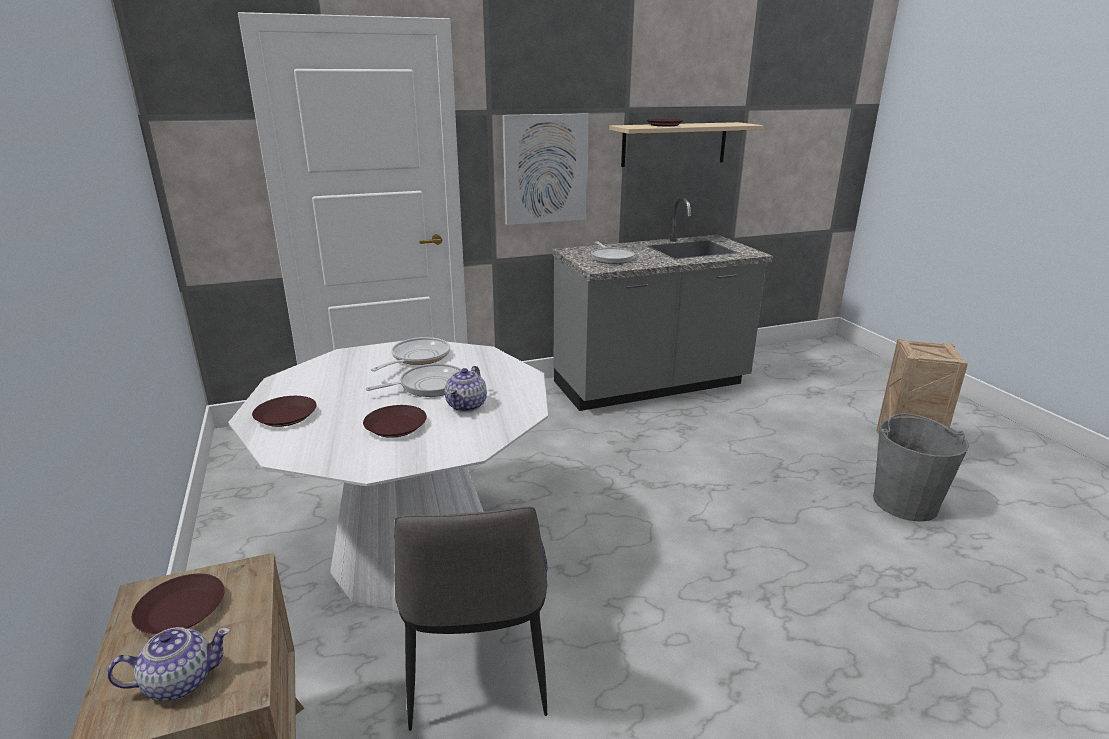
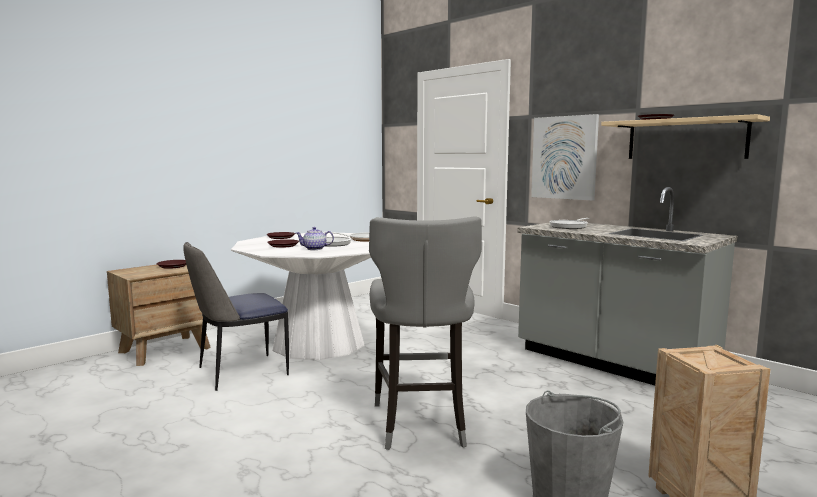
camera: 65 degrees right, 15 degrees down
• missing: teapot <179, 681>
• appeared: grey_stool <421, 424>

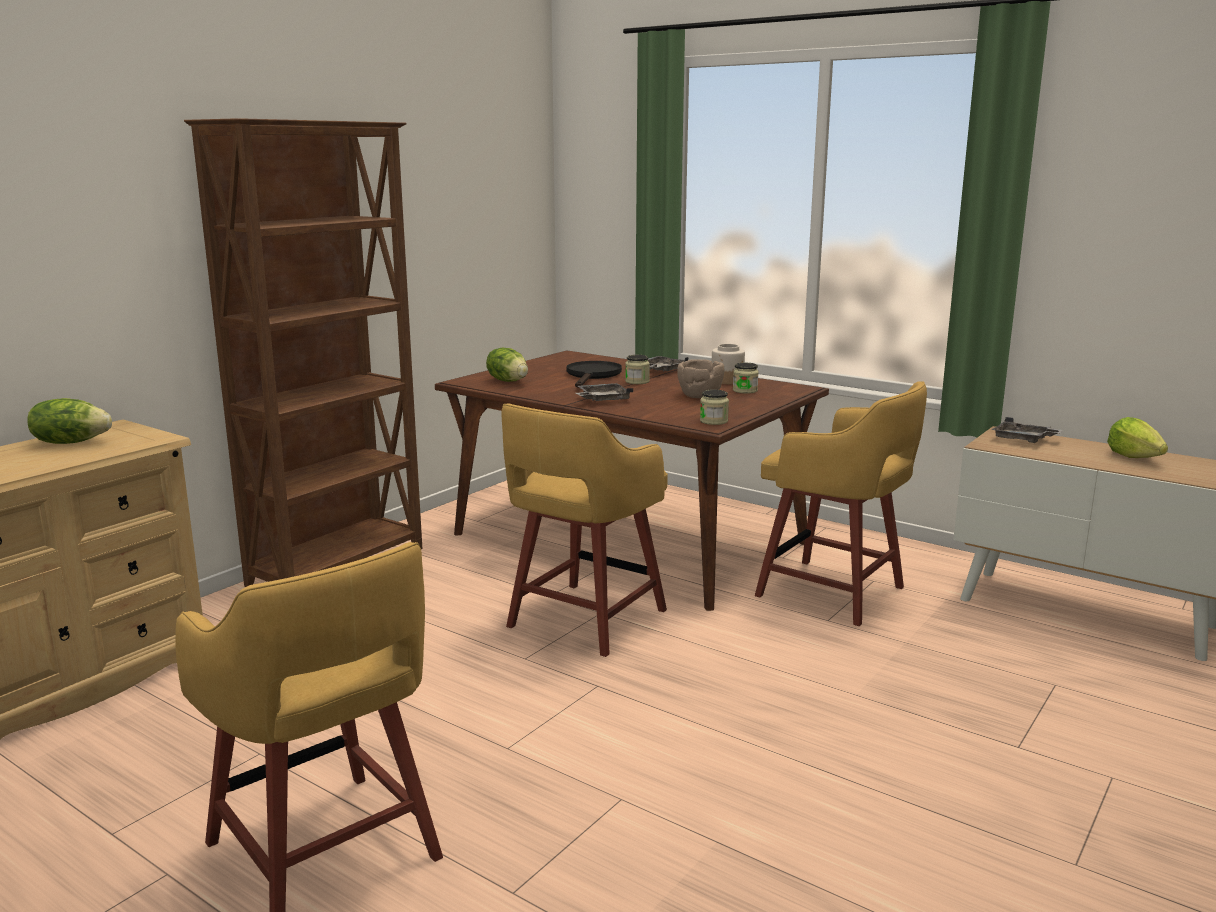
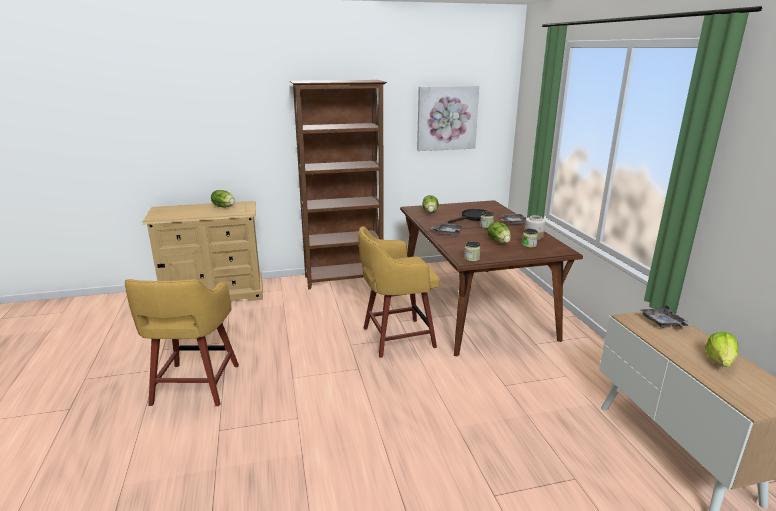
camera: 40 degrees right, 5 degrees up
• exchanged: brown_bowl <700, 395> to lettuce <499, 242>
• missing: yellow_stool <834, 593>
• appeared: picture <447, 118>

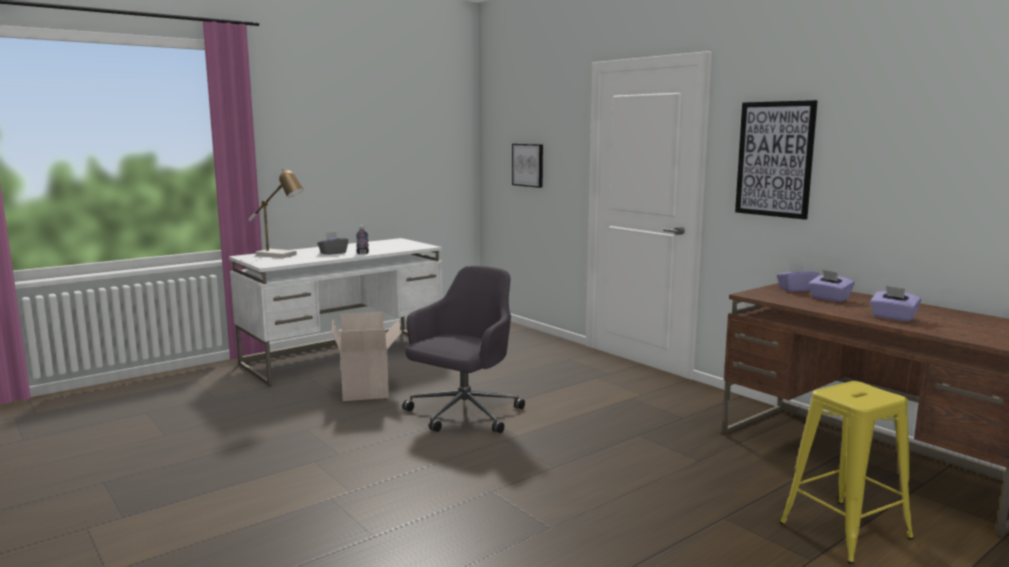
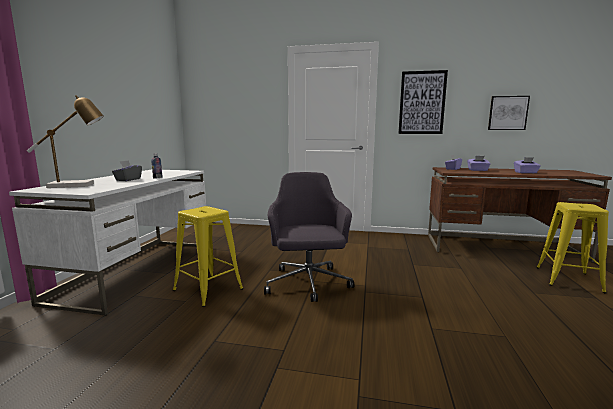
camera: 40 degrees left, 0 degrees up
• exchanged: cardboard_box <367, 390> to yellow_stool <208, 290>
• relocated: picture <528, 165> to <507, 113>

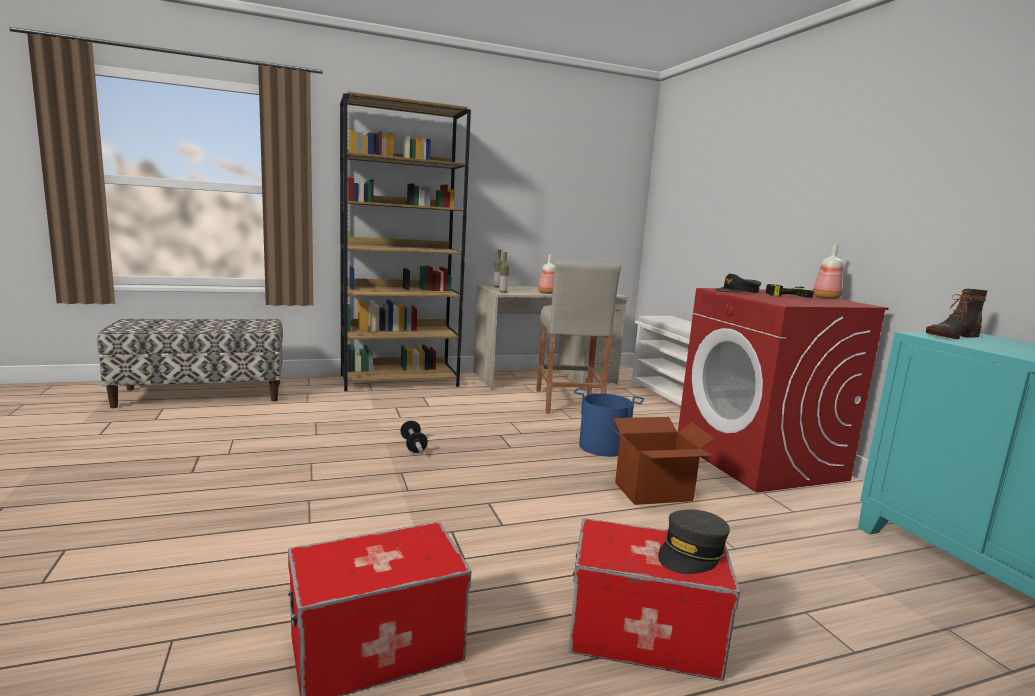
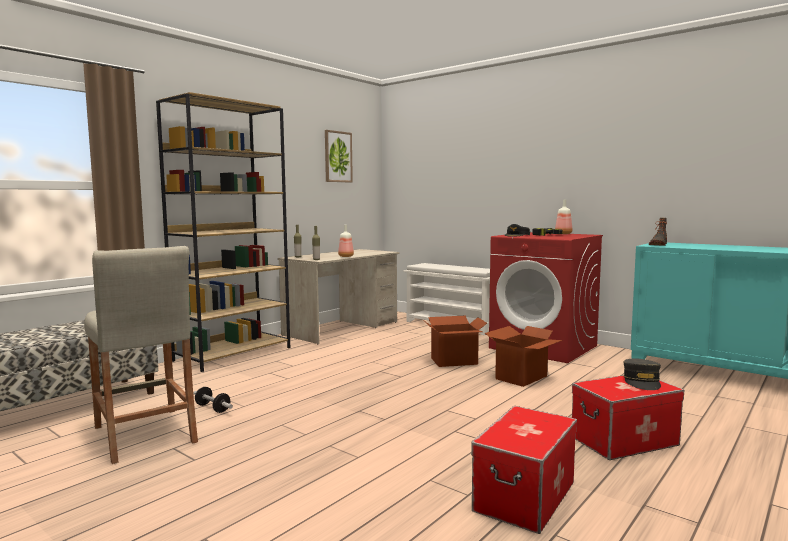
camera: 30 degrees left, 5 degrees down
• relocated: dumbbell <413, 446> to <212, 408>
• relocated: beige_stool <568, 402> to <145, 434>
• exchanged: blue_bucket <603, 447> to cardboard_box <454, 361>
• appeared: picture <337, 157>

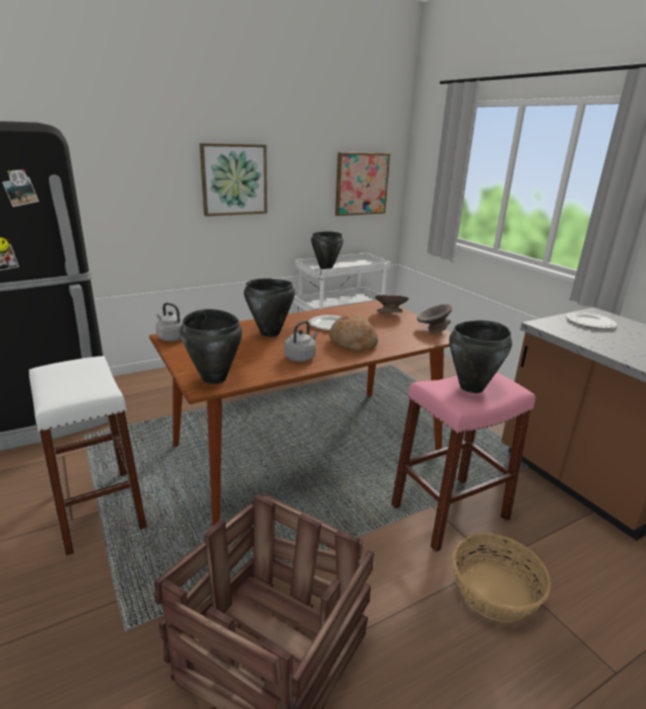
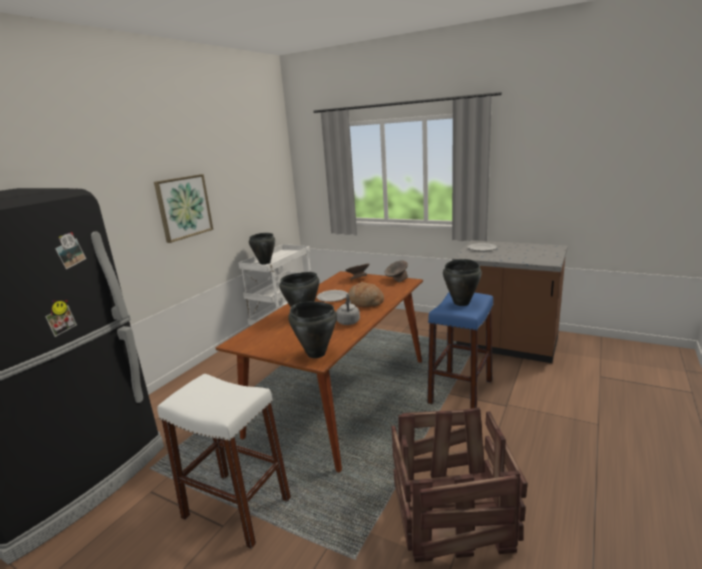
camera: 30 degrees left, 5 degrees down
• missing: grey_kettle <171, 337>
• missing: picture <361, 184>
• colour: pink_stool <449, 512> to blue_stool <460, 392>
• missing: basket <495, 592>

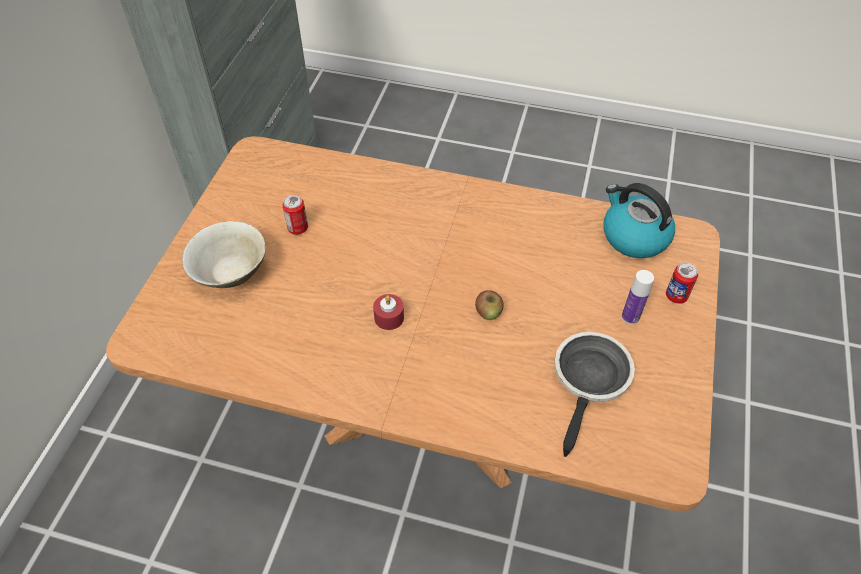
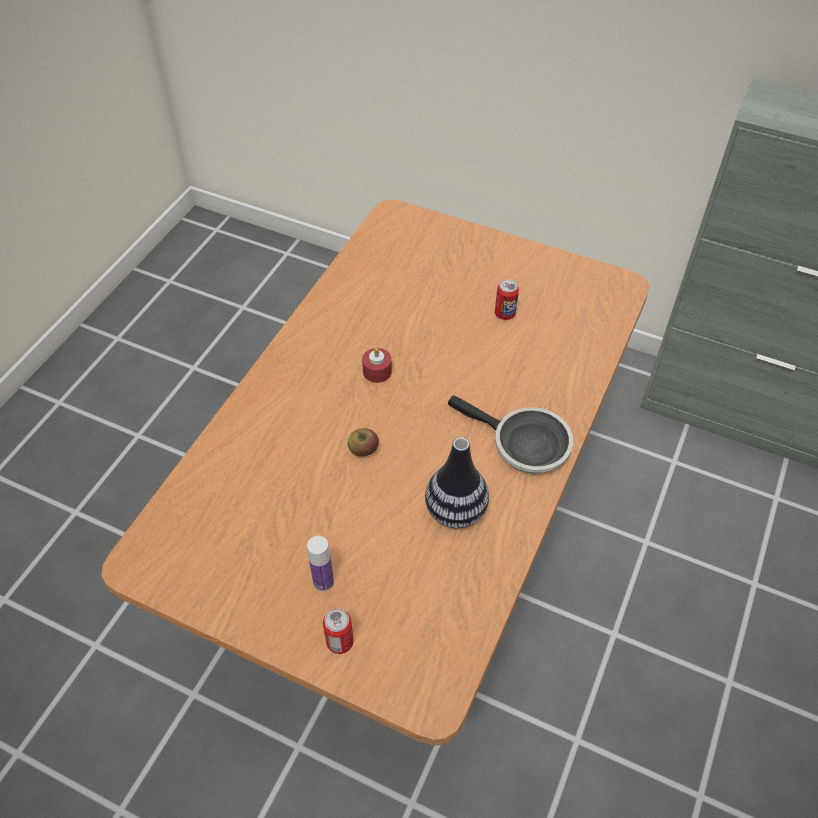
camera: 100 degrees right, 0 degrees up
• missing: beige_bowl <230, 272>
• relocated: frying_pan <590, 380> to <524, 445>
• missing: kettle <633, 236>
• appeared: vase <455, 511>

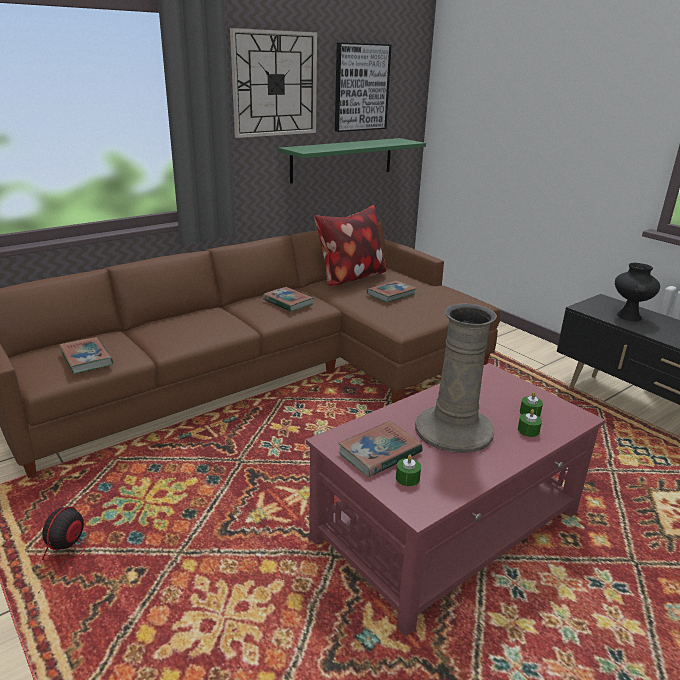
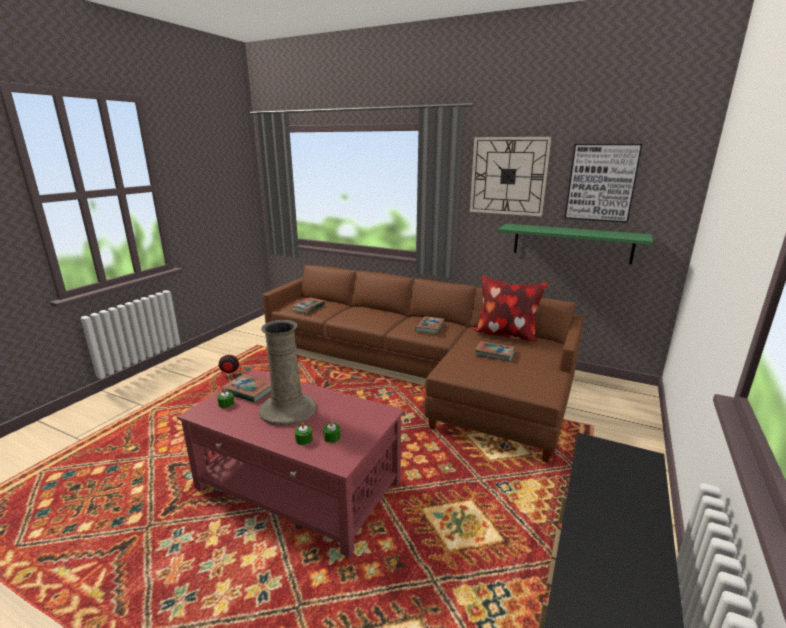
camera: 65 degrees right, 5 degrees down
• missing: black_vase <628, 316>

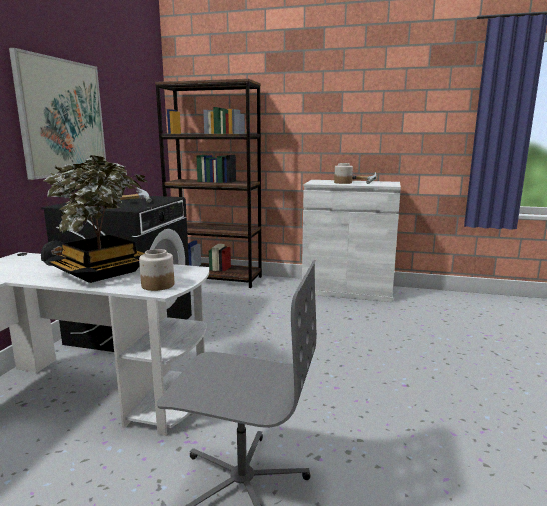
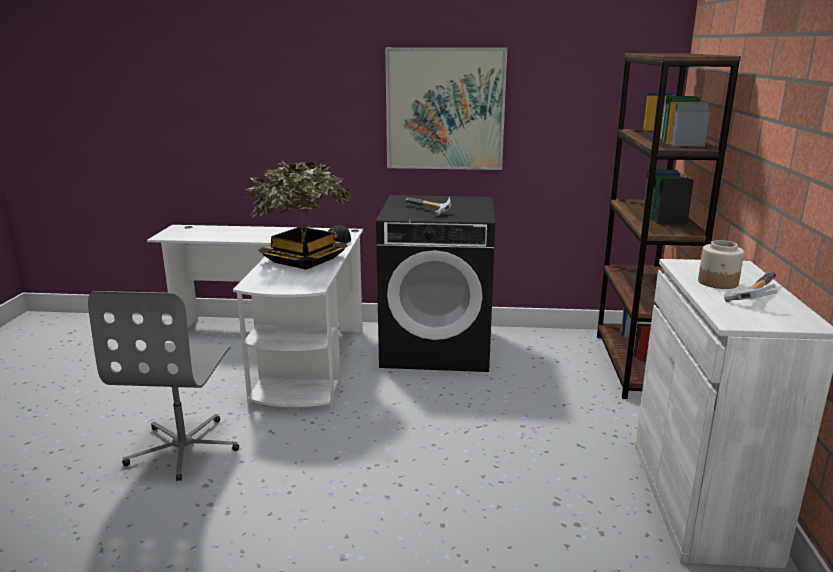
camera: 80 degrees right, 5 degrees up
• missing: jar <157, 285>

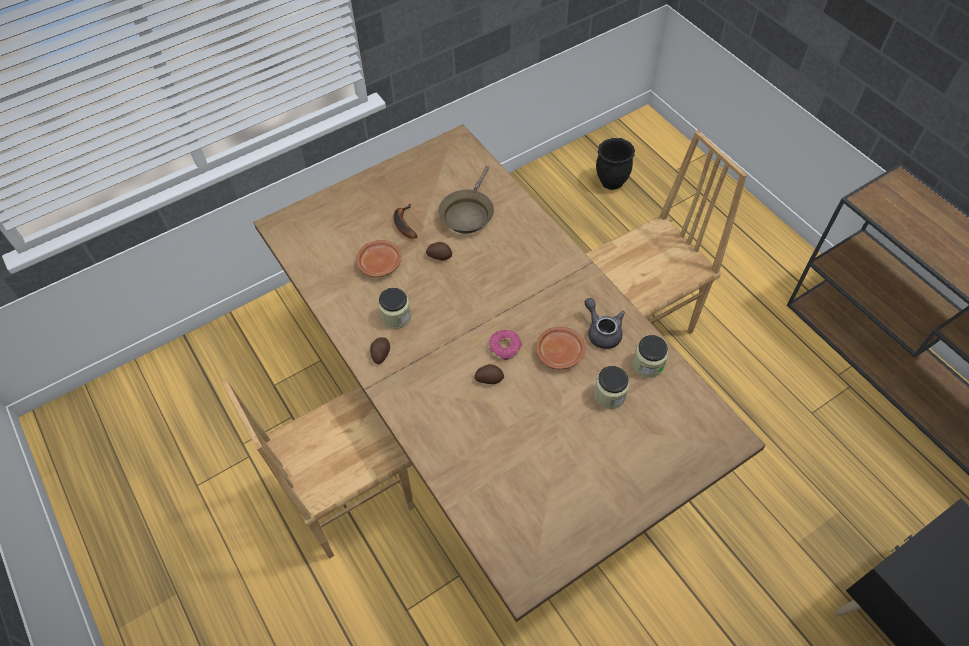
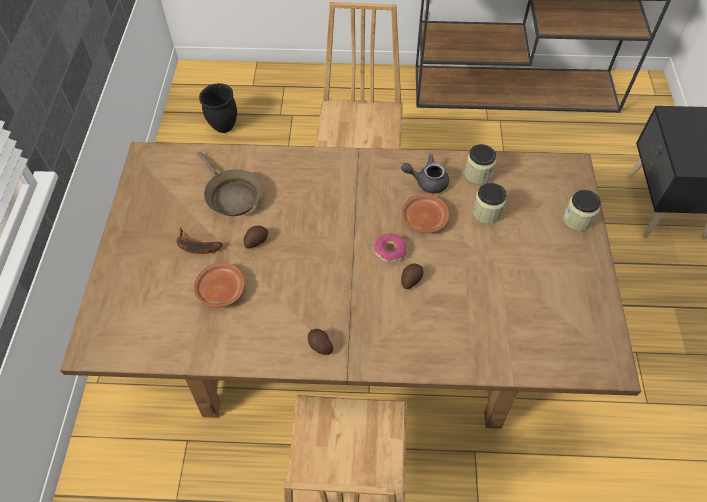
camera: 55 degrees left, 0 degrees up
• relocated: jar <396, 317> to <577, 219>

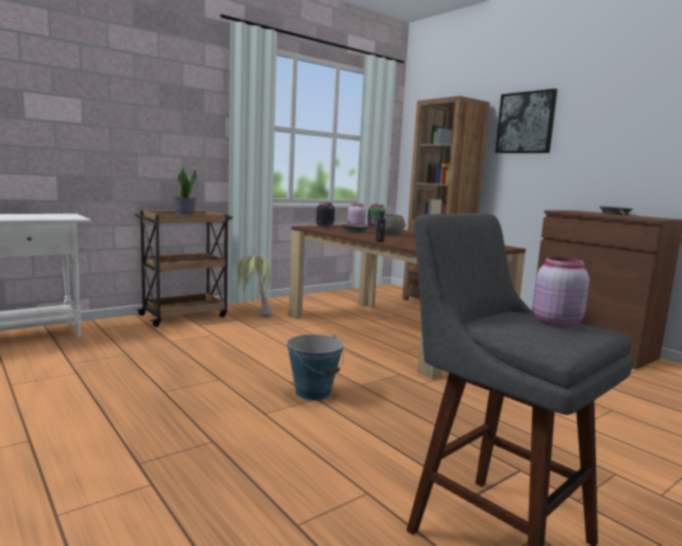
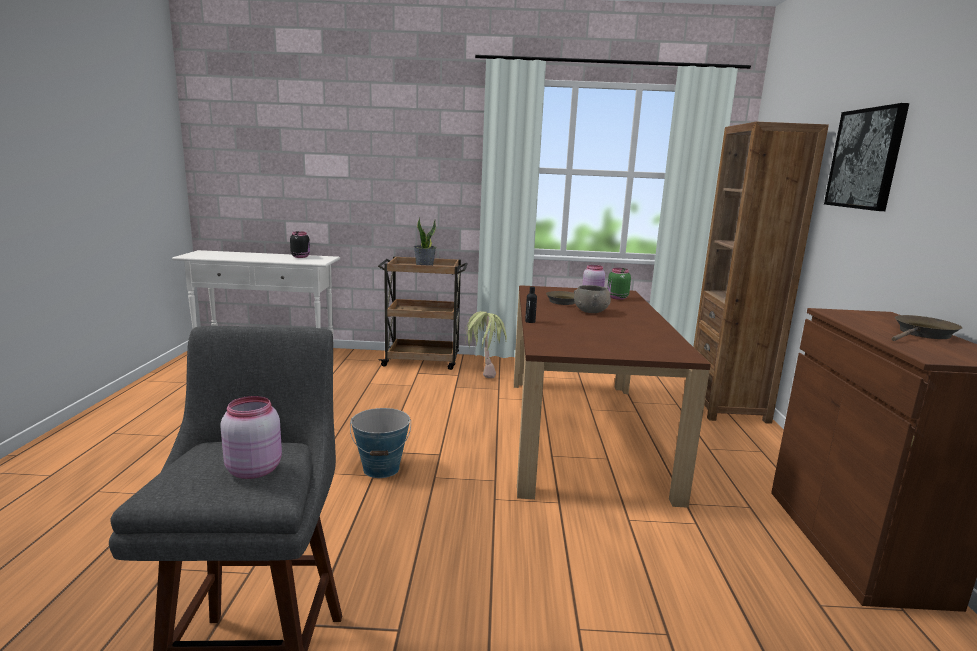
camera: 40 degrees right, 5 degrees up
• relocated: black_jar <324, 226> to <301, 257>

